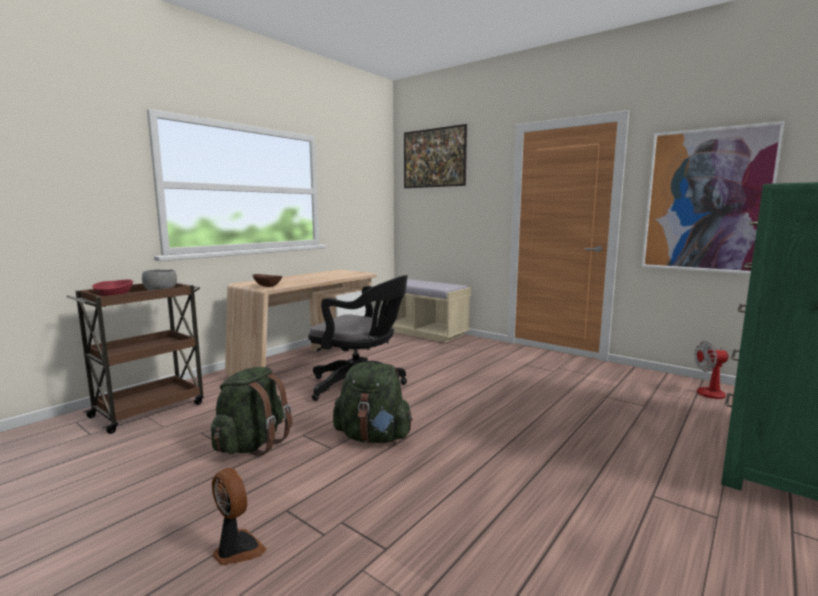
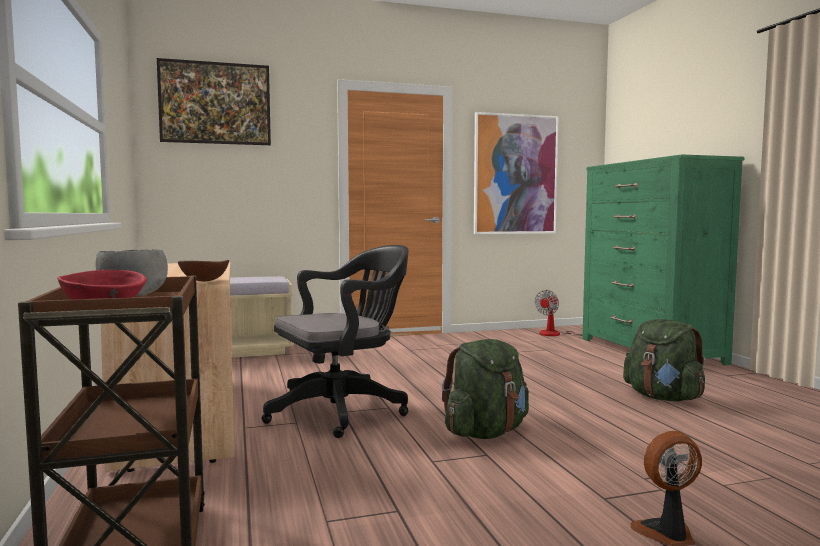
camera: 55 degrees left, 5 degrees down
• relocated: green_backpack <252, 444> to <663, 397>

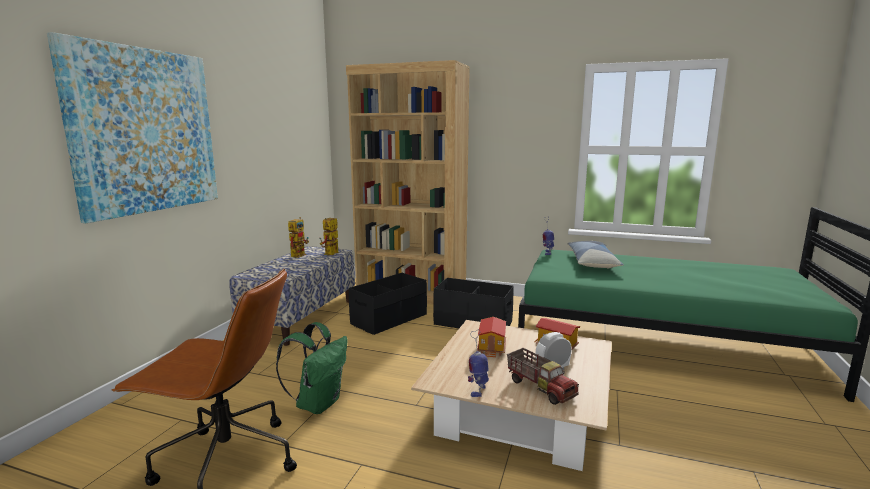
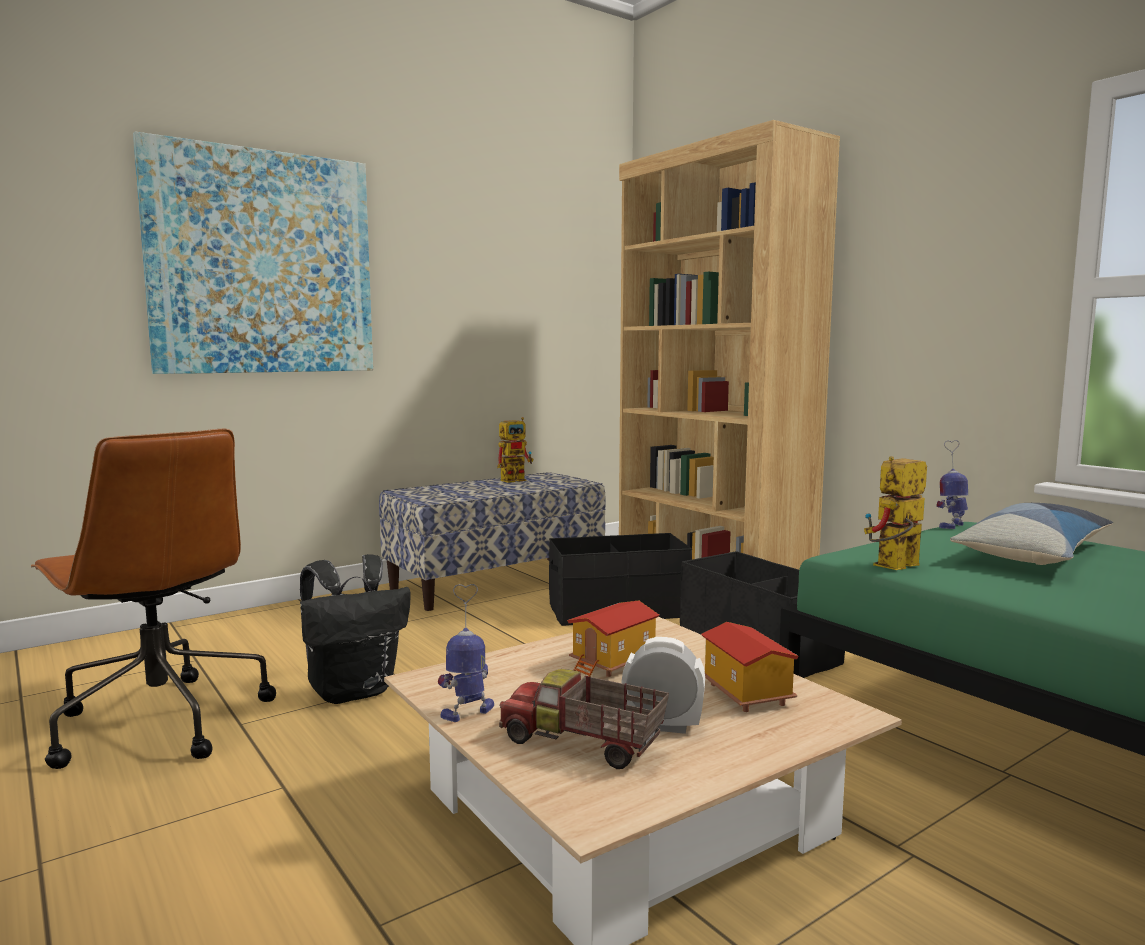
camera: 35 degrees right, 5 degrees down
• colour: green_backpack <318, 403> to black_backpack <354, 691>
• relocated: toy_robot <330, 254> to <894, 568>
• spun: toy_truck <540, 387> = <582, 745> 120 degrees clockwise

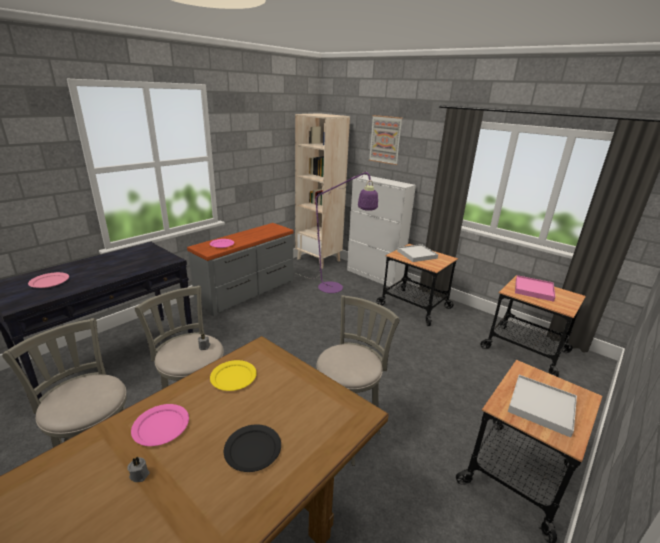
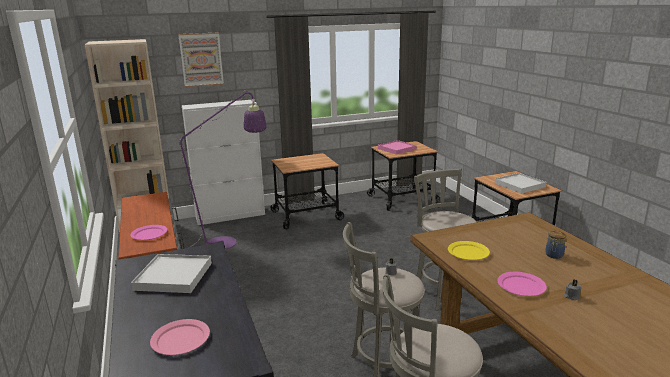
camera: 60 degrees left, 5 degrees down
• exchanged: black_plate <252, 449> to jar <554, 255>
• relocated: white_tray <416, 254> to <173, 276>

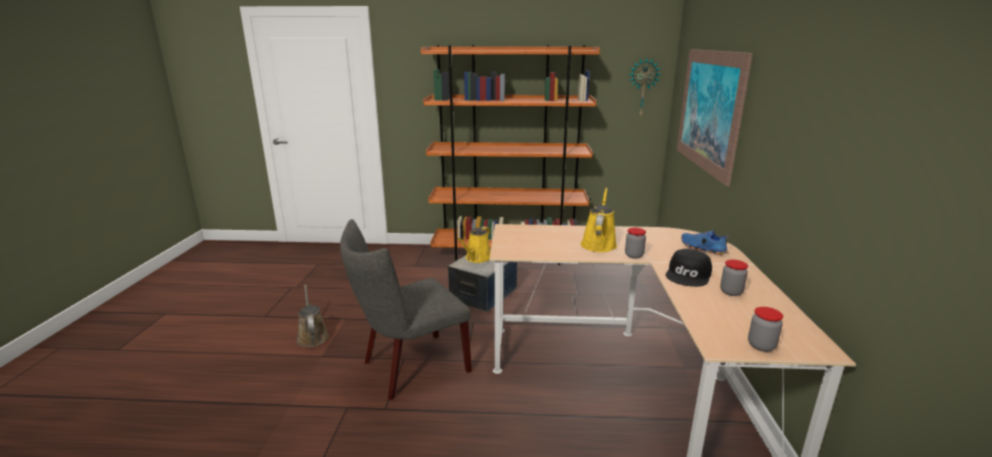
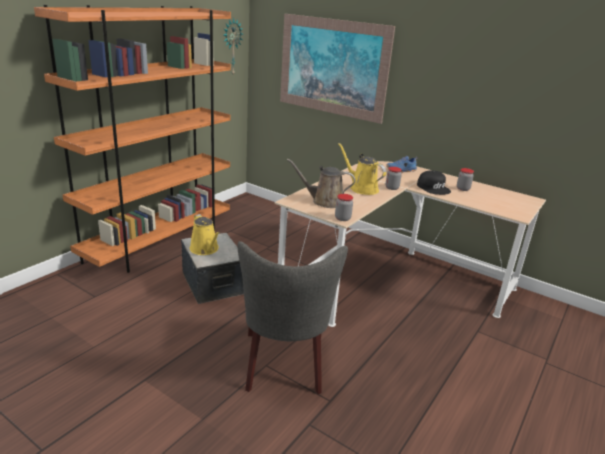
camera: 60 degrees left, 5 degrees up
• relocated: brown_watering_can <312, 336> to <324, 201>
• relocated: jar <761, 346> to <342, 218>

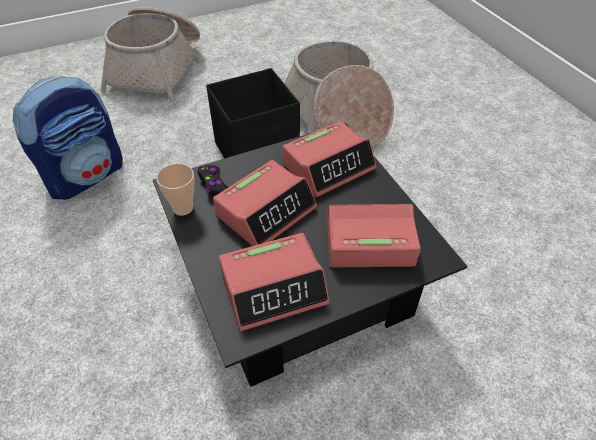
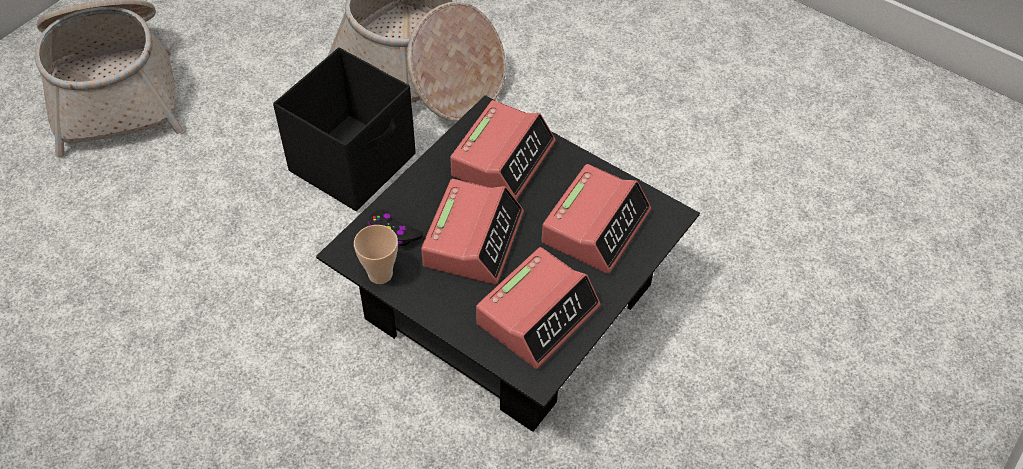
camera: 30 degrees left, 5 degrees up
• missing: backpack <86, 175>
• spun: alarm_clock <368, 240> = <596, 226> 150 degrees clockwise

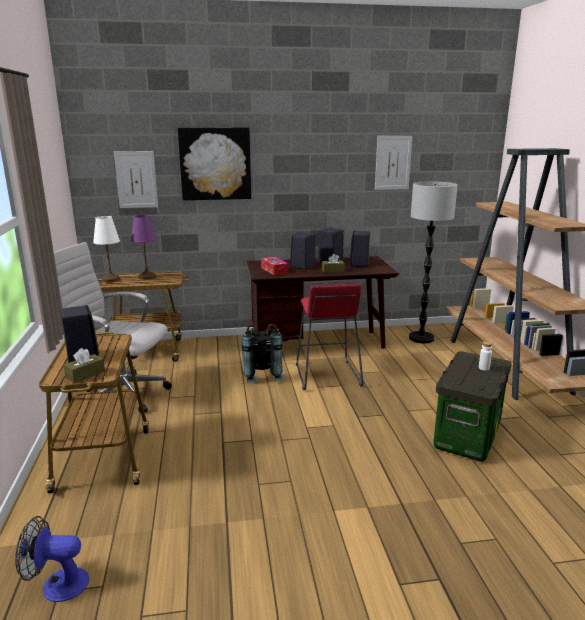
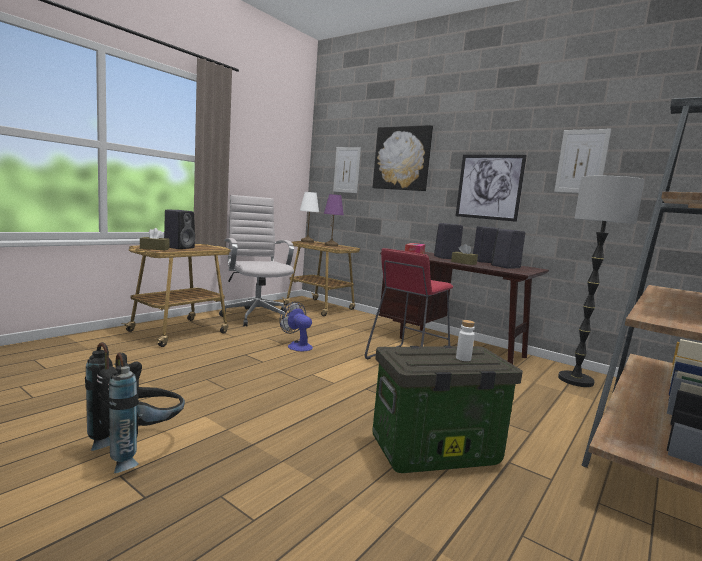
camera: 45 degrees right, 10 degrees down
• relocated: fan <57, 584> to <297, 345>
• relocated: black_backpack <262, 375> to <138, 449>
• appeared: picture <489, 187>

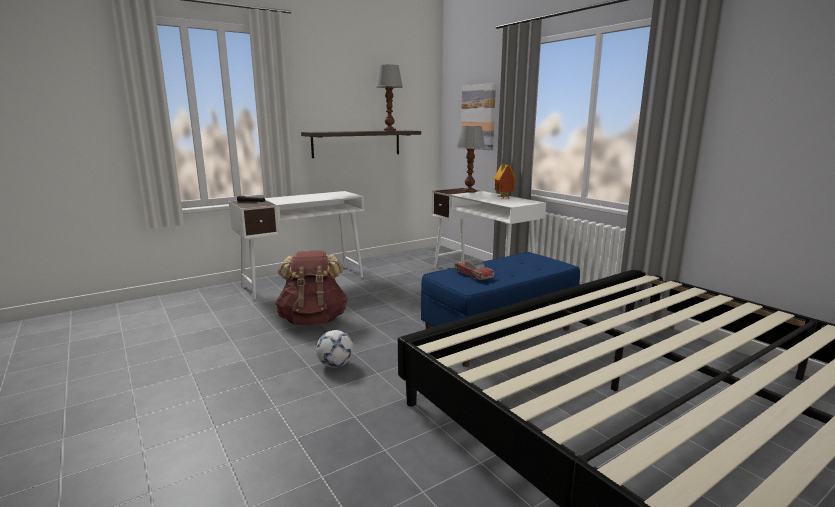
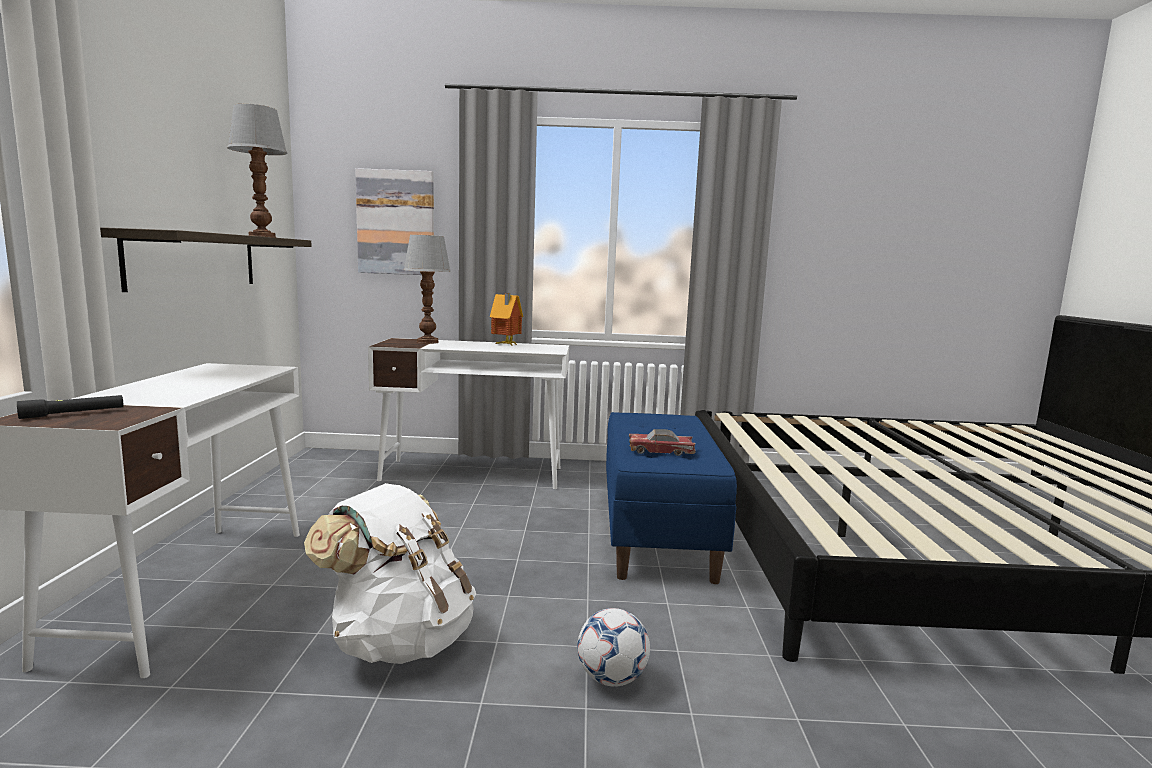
camera: 55 degrees left, 5 degrees down
• colour: brown_backpack <313, 320> to white_backpack <399, 641>

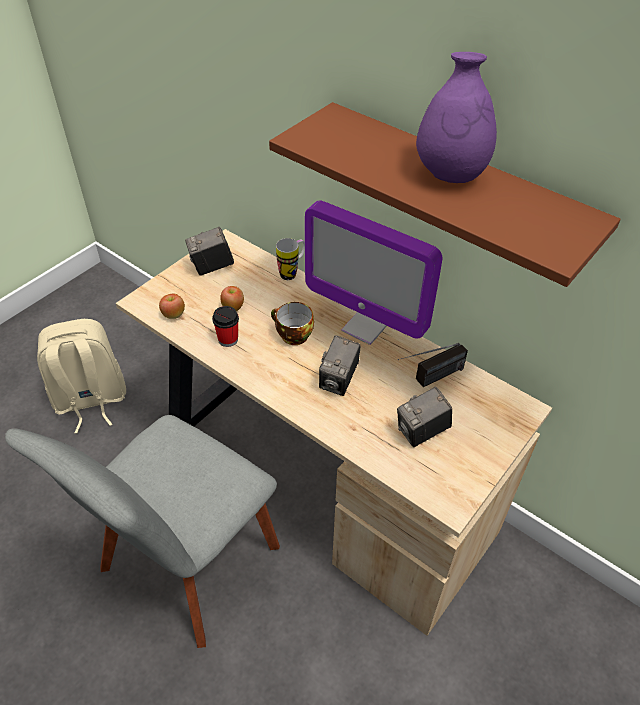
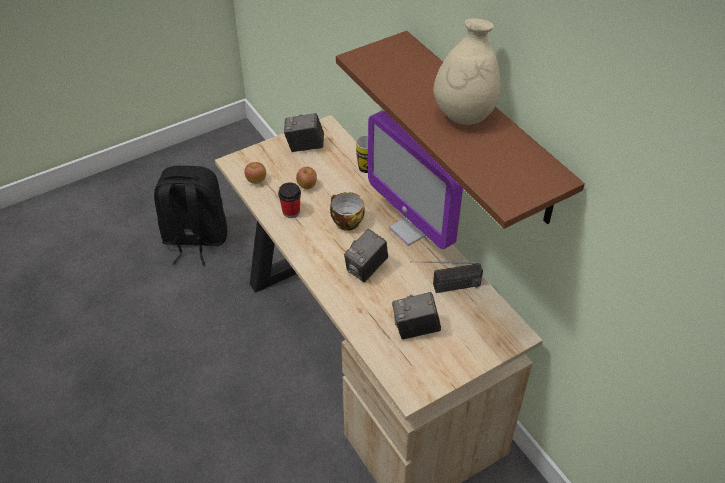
camera: 20 degrees right, 0 degrees up
• missing: grey_chair <185, 565>
• colour: beige_backpack <90, 400> to black_backpack <195, 239>
• colour: purple_vase <450, 175> to beige_vase <464, 115>

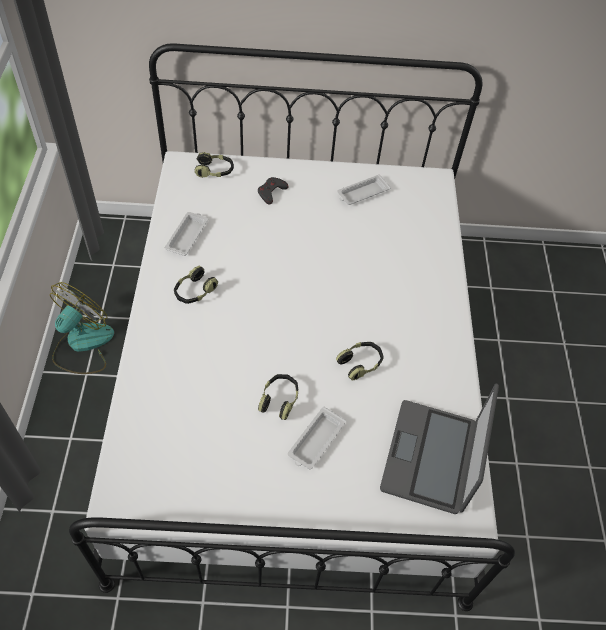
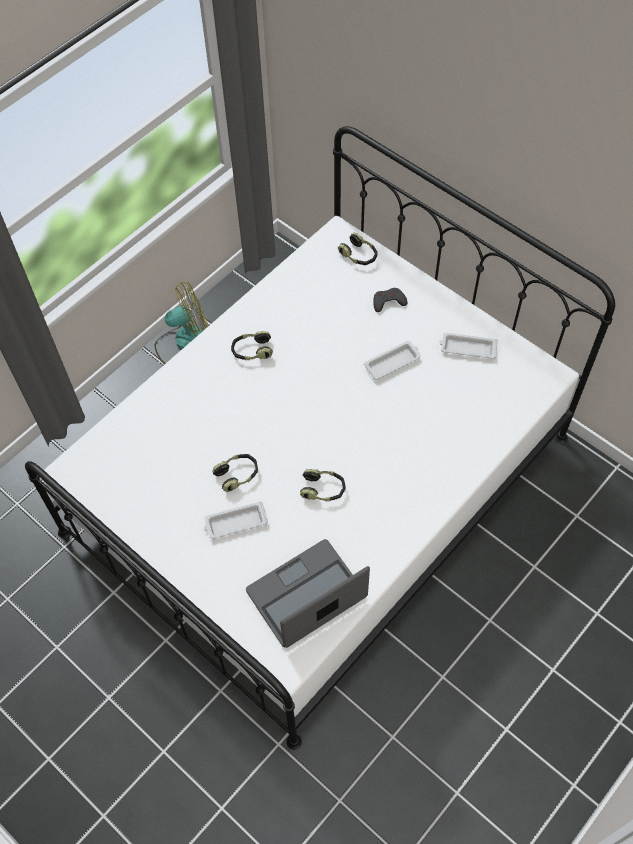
camera: 45 degrees right, 5 degrees up
• relocated: white_tray <187, 235> to <393, 362>

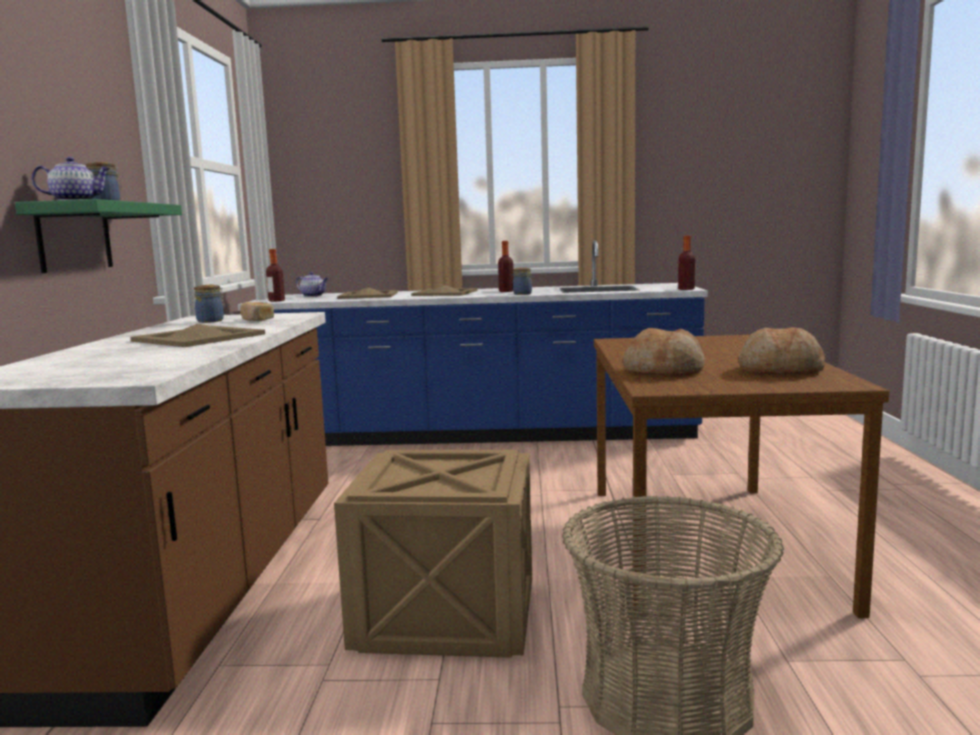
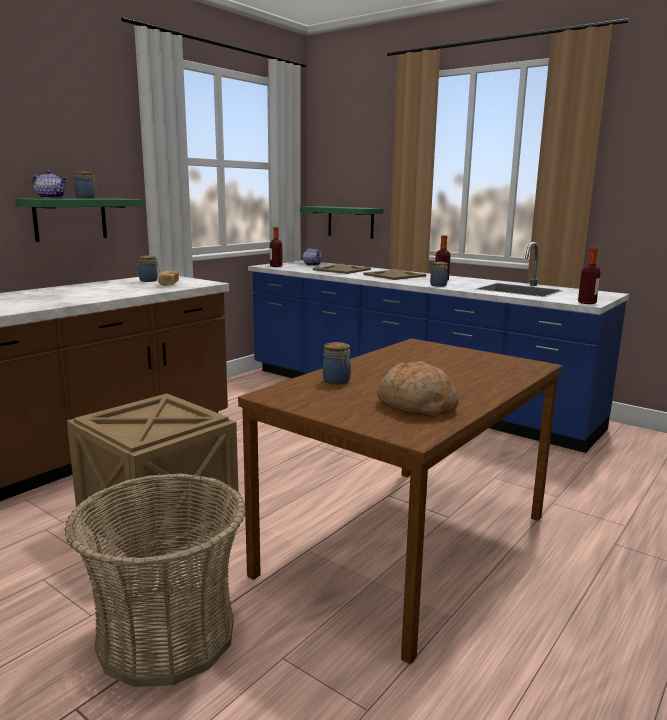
camera: 35 degrees right, 5 degrees up
• missing: beige_tray <200, 337>
• exchanged: bread <664, 371> to jar <337, 381>
• appeared: green_shelf <350, 222>

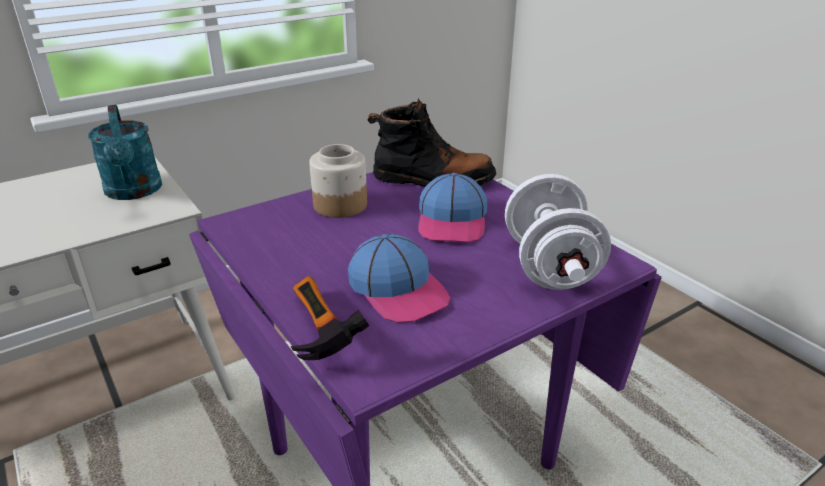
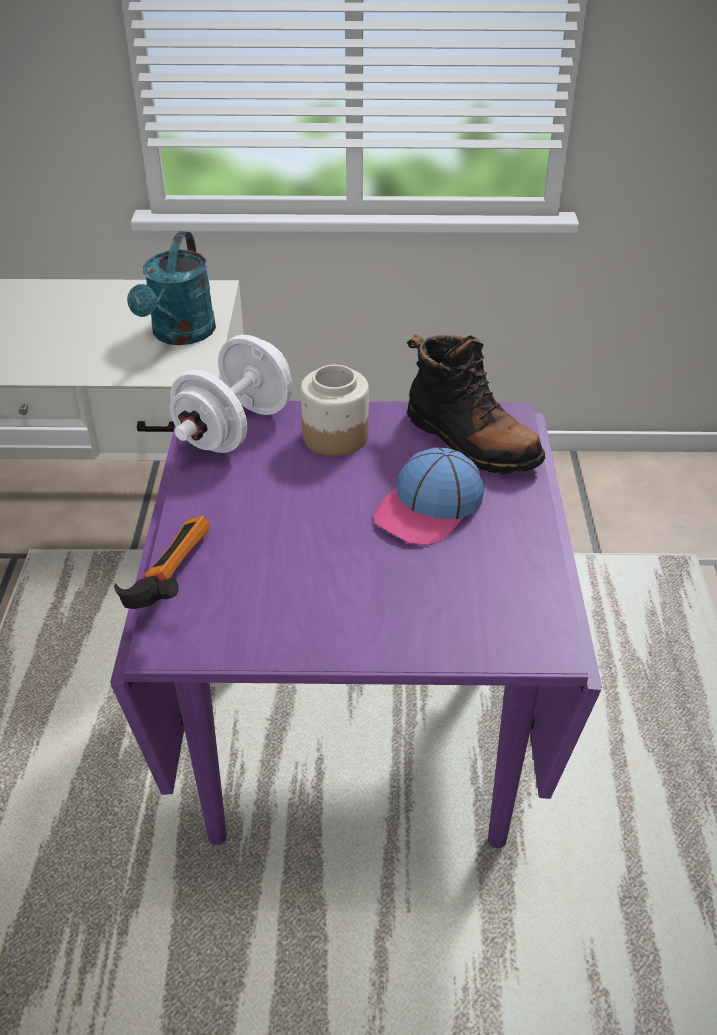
camera: 35 degrees right, 10 degrees up
• missing: cap <399, 289>
• relocated: white_dumbbell <550, 266> to <235, 428>

